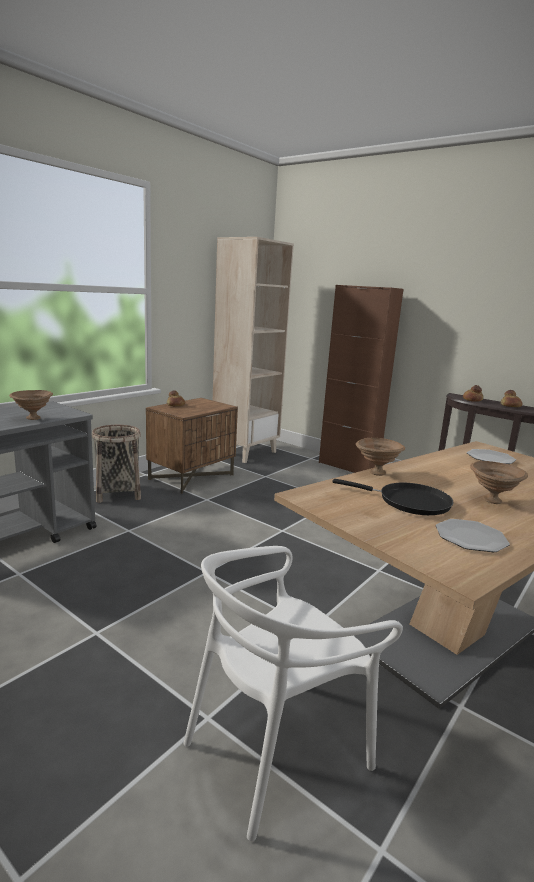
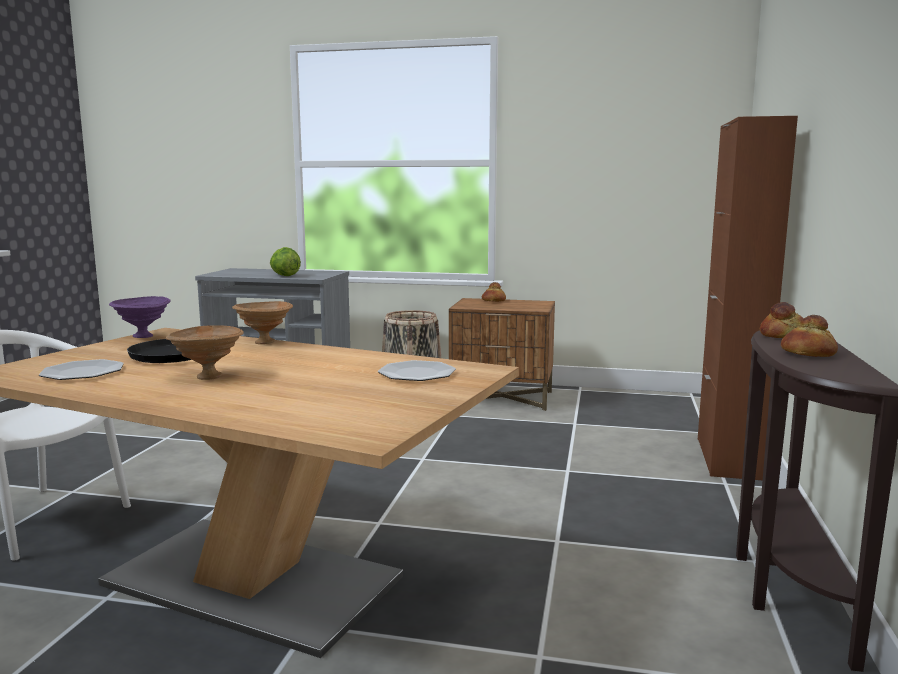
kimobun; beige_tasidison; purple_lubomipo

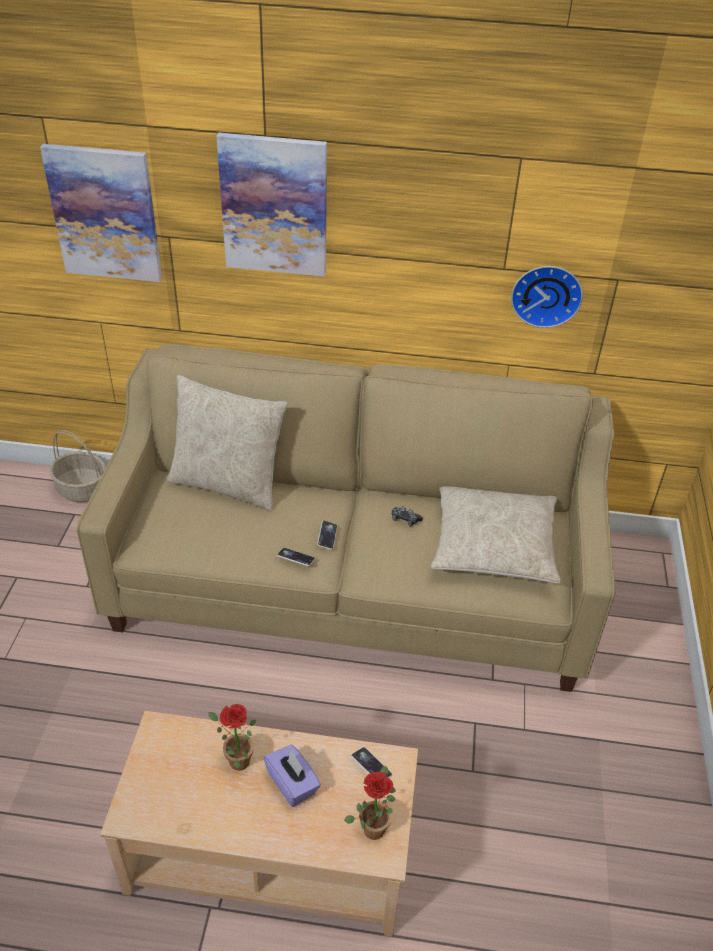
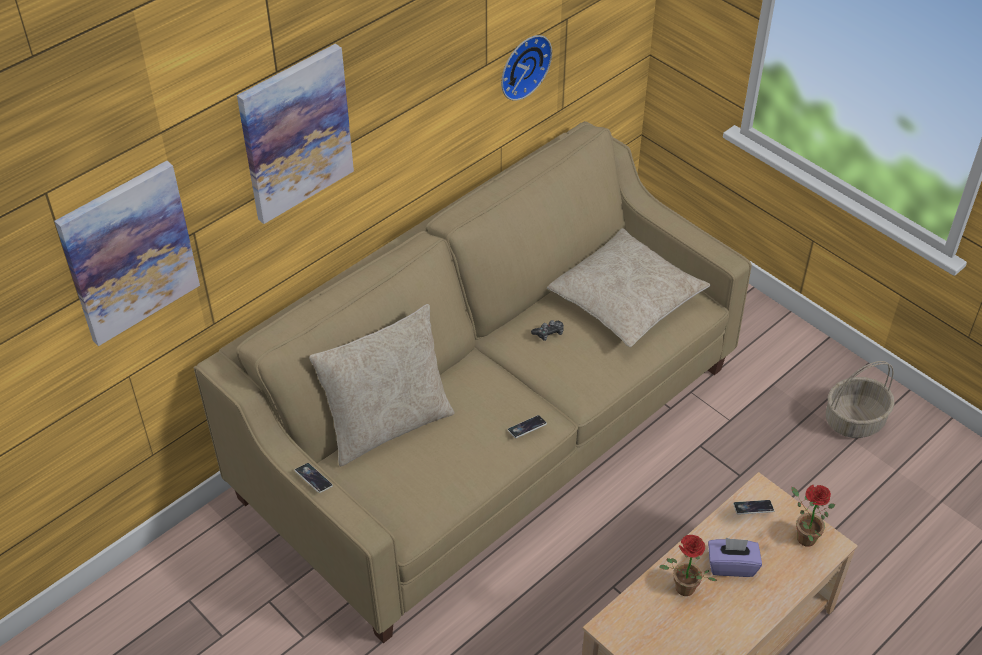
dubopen; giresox (no. 1 from left)

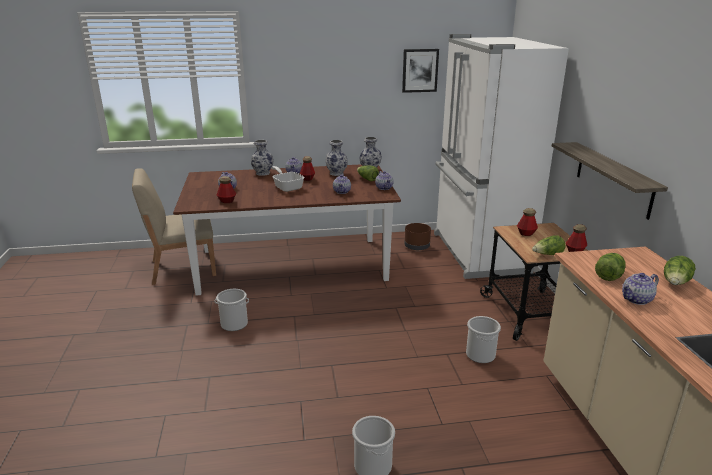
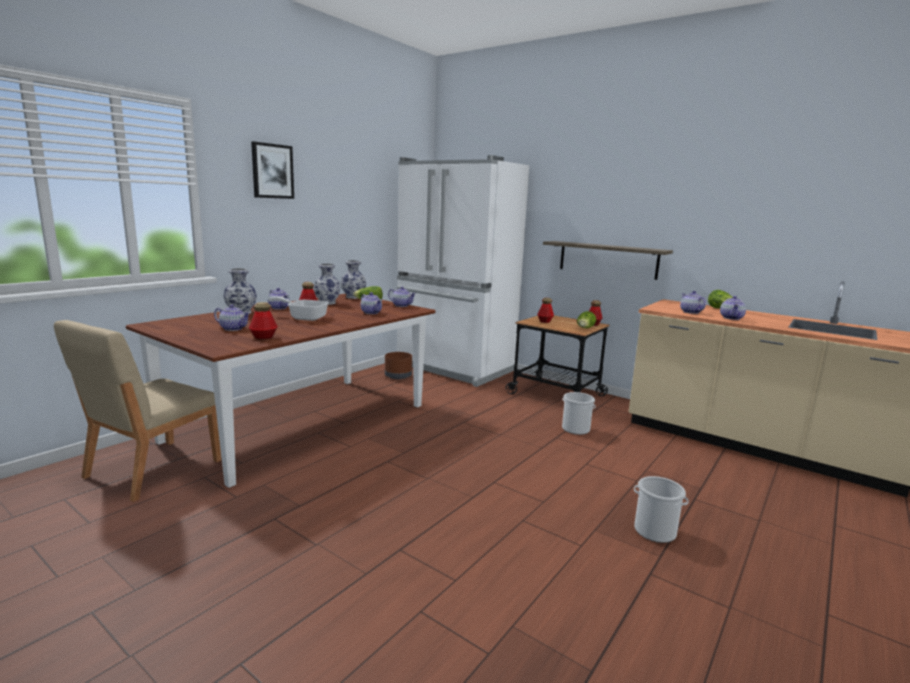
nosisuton (no. 1 from left in the first image); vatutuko; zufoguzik (no. 5 from left)

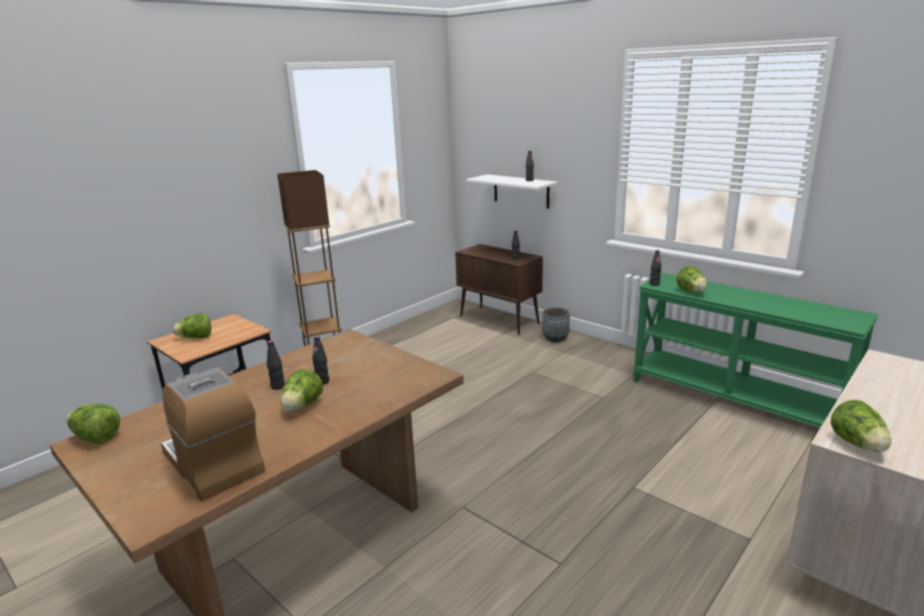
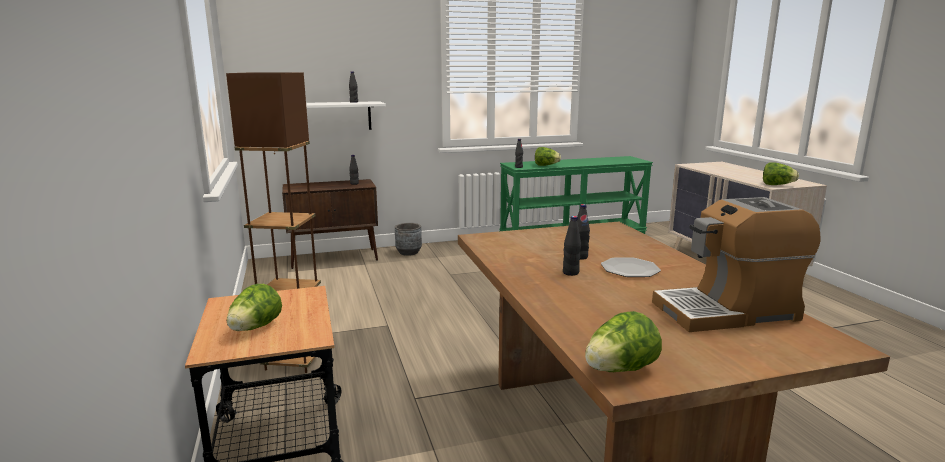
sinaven

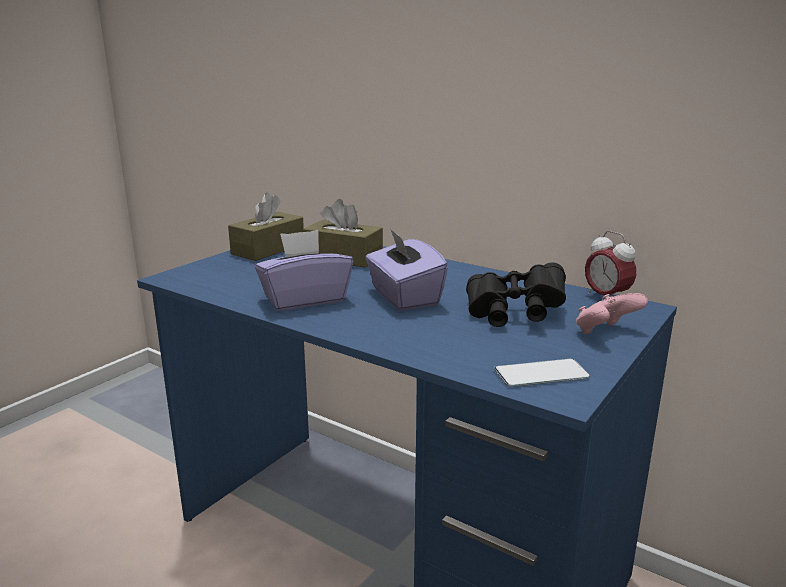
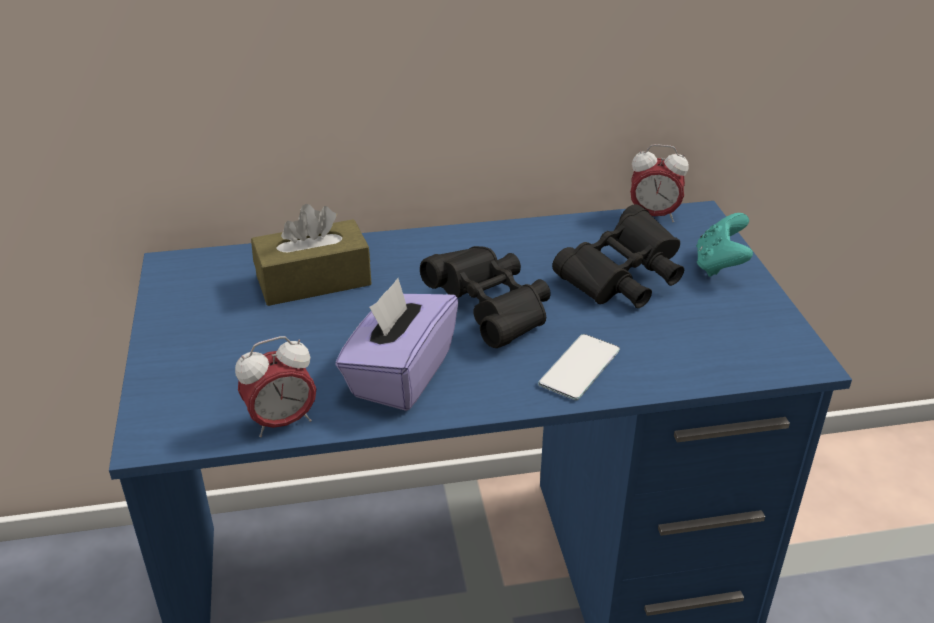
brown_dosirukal (no. 1 from left in the first image); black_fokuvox (no. 1 from left); giresox; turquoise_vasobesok; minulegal (no. 1 from left)

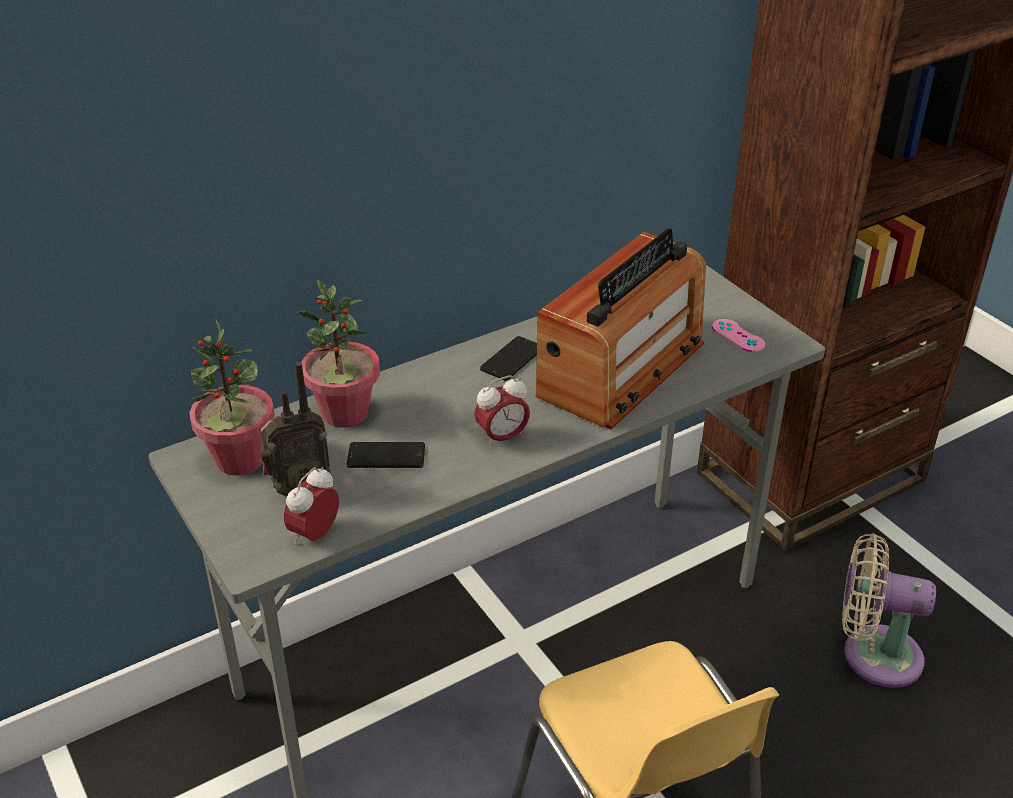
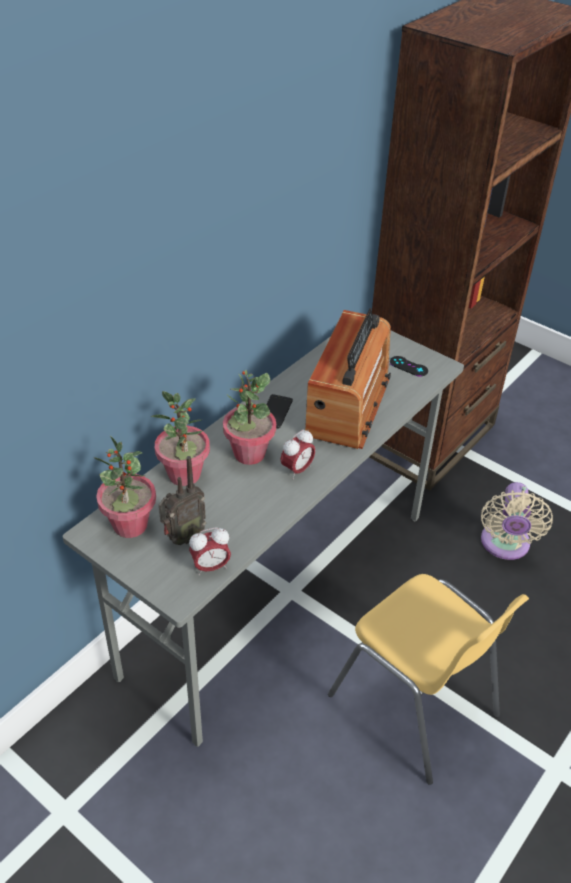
minulegal (no. 1 from left); giresox (no. 1 from left in the first image); black_vasobesok; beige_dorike; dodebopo (no. 3 from left)

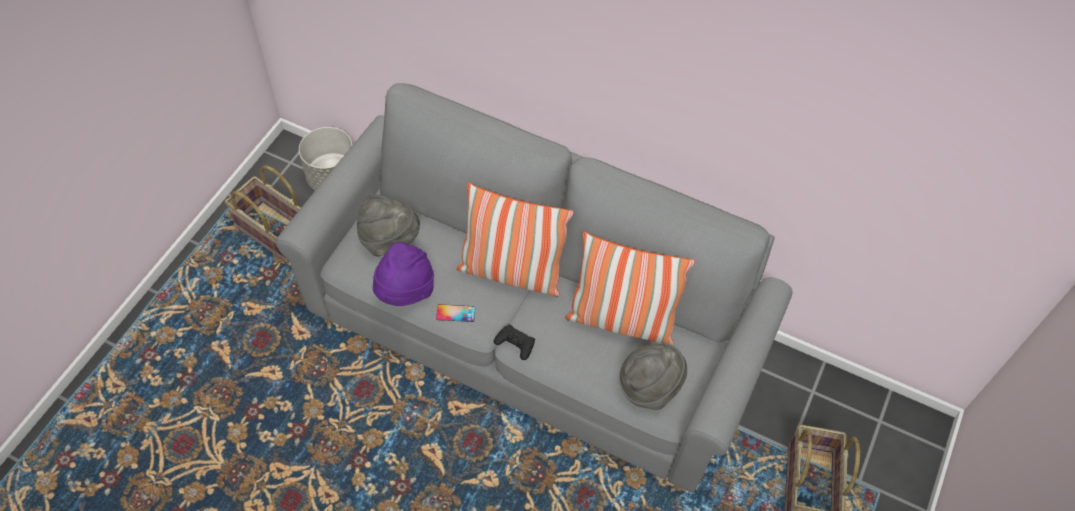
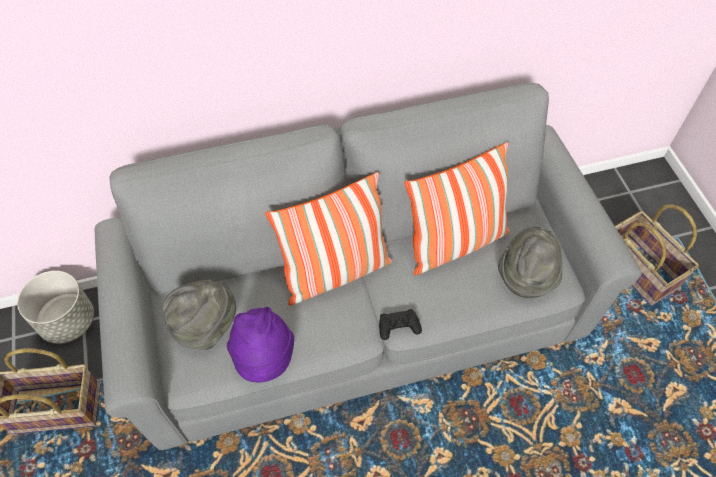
giresox

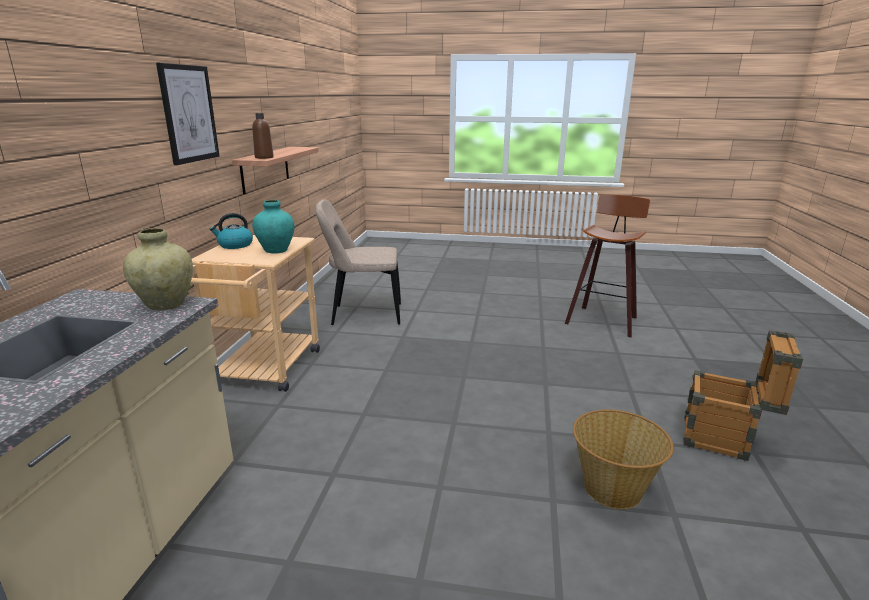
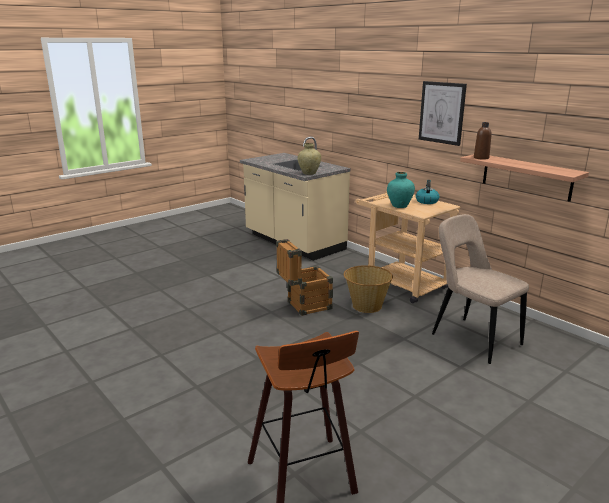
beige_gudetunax; dubopen; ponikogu

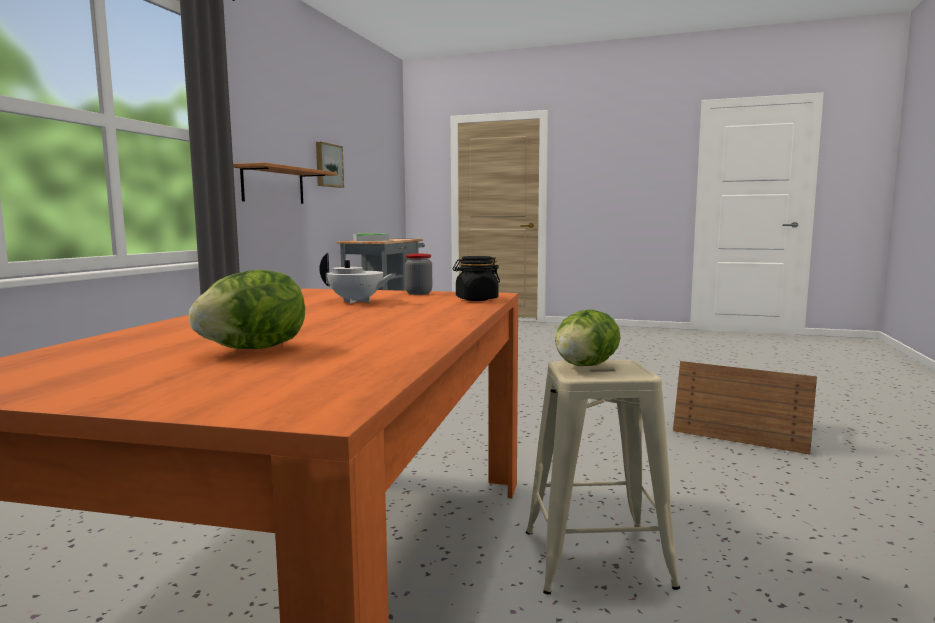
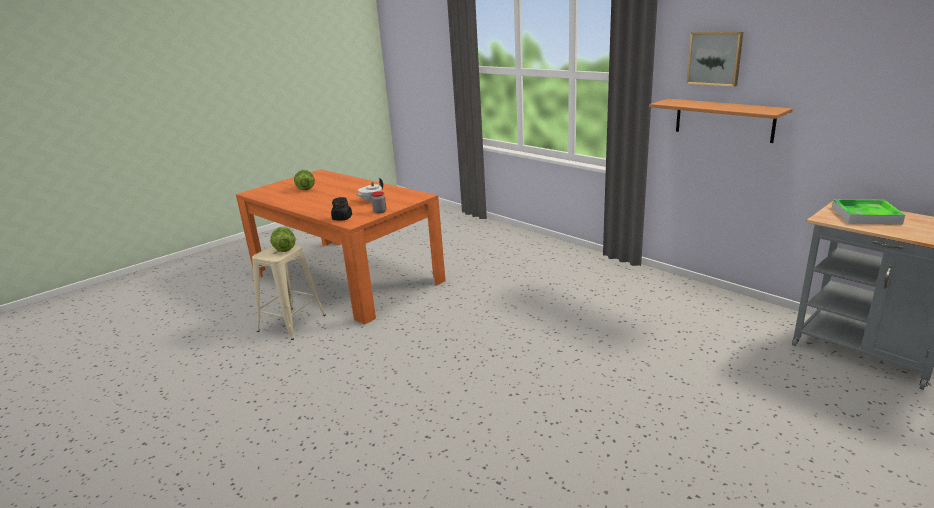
vatutuko; ponikogu

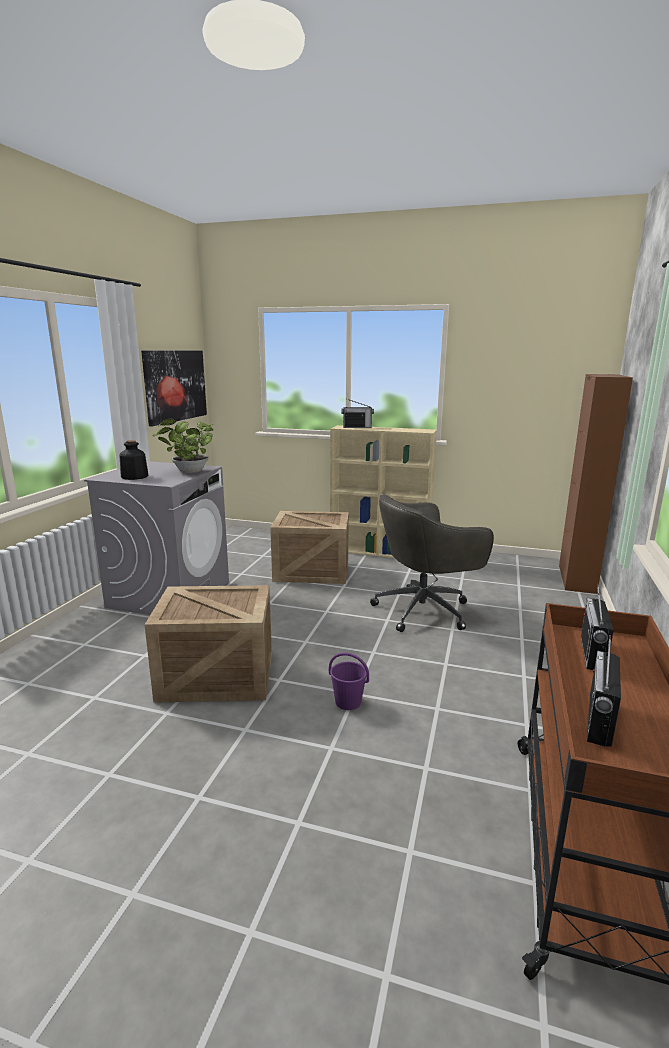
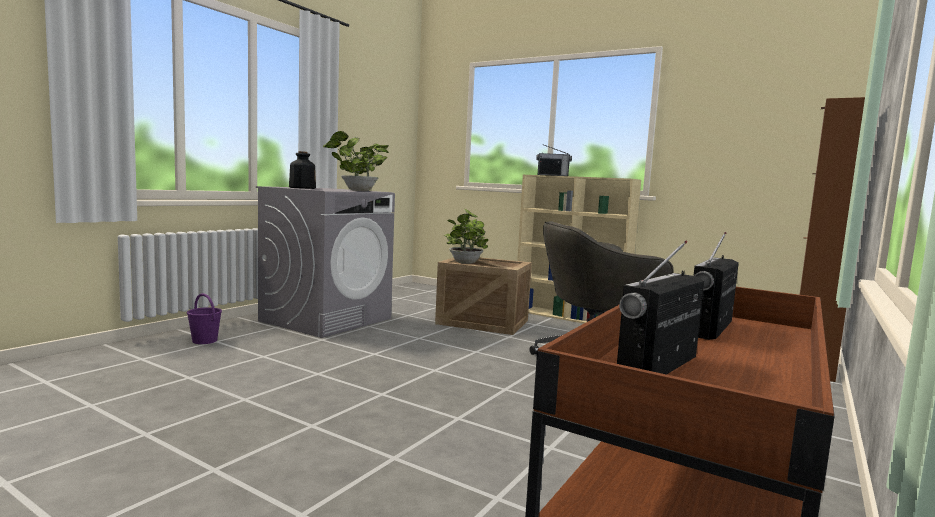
vatutuko; ponikogu (no. 1 from left in the first image); purple_nosisuton; dodebopo (no. 2 from left)

